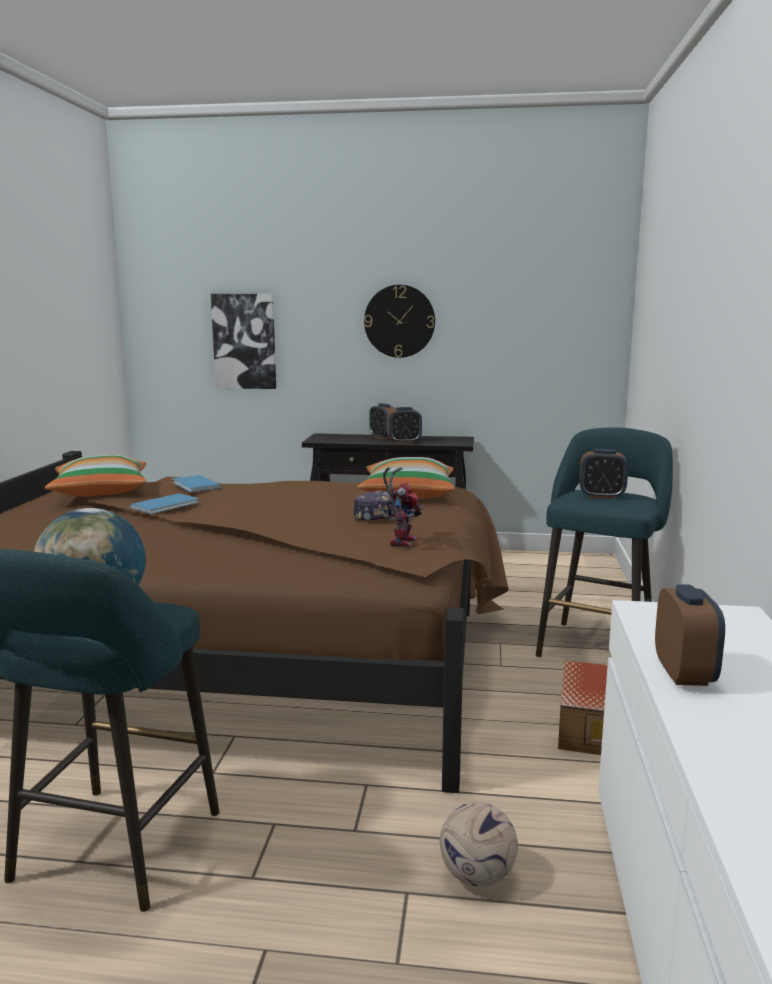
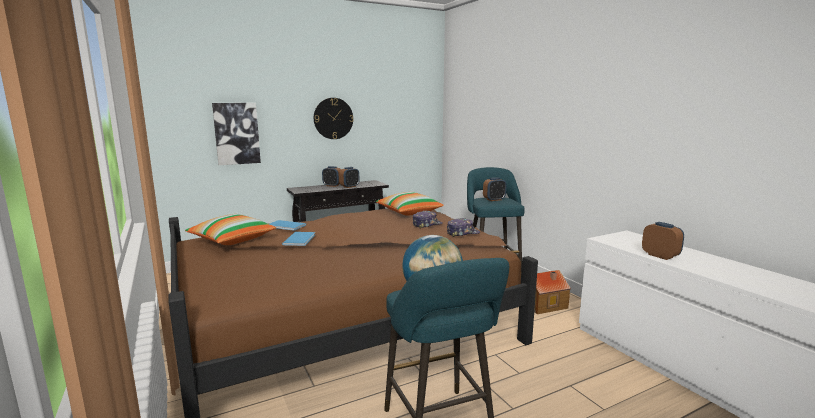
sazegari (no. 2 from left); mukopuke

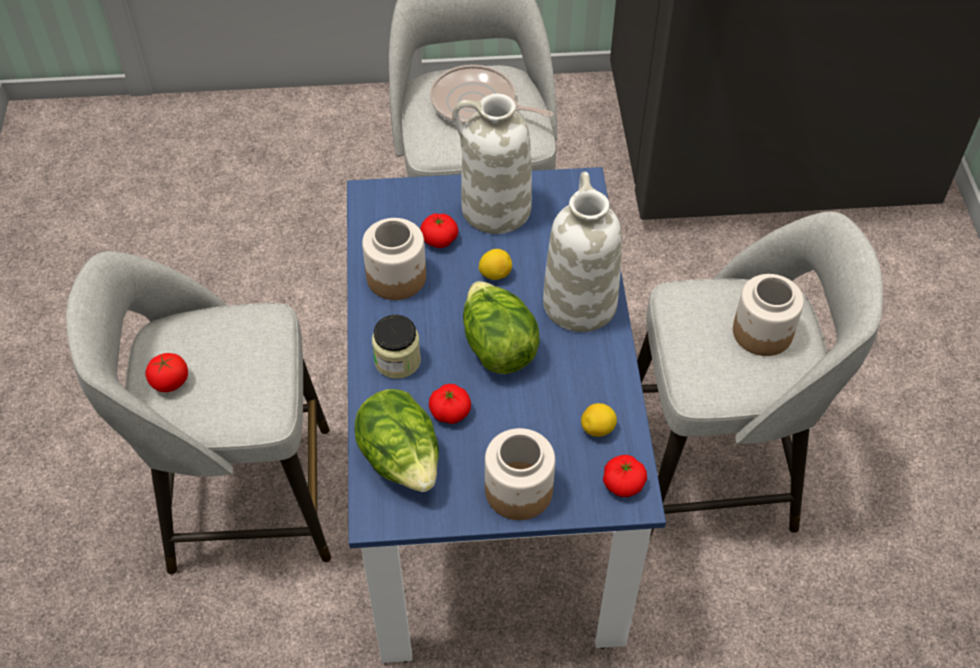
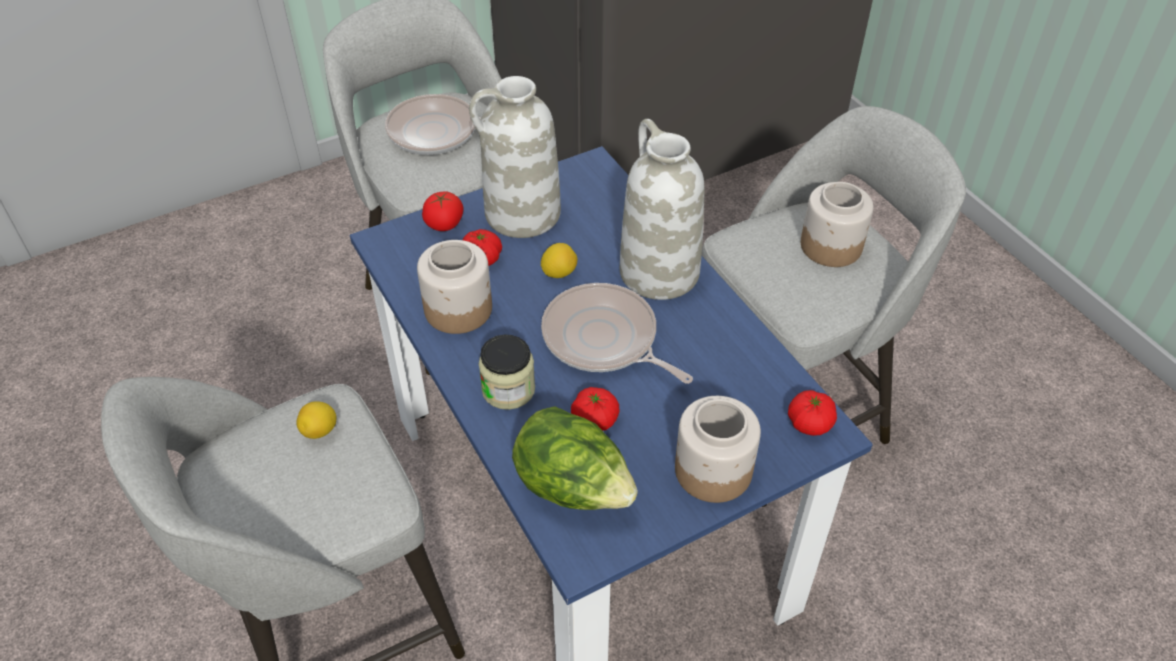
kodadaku (no. 1 from left); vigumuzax (no. 2 from left); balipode (no. 1 from left)

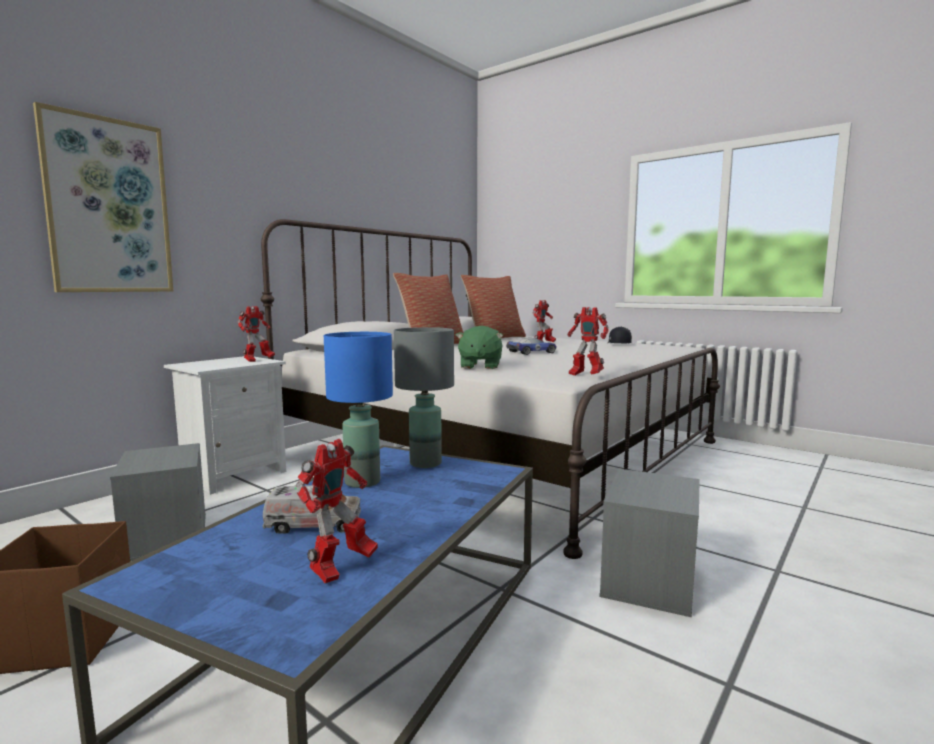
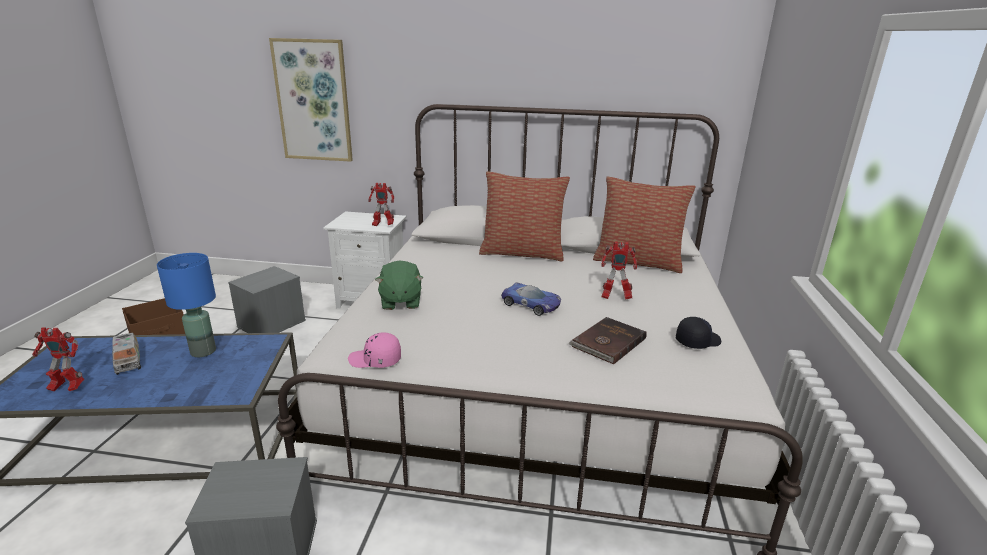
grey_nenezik; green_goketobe; pink_sazegari; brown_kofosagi

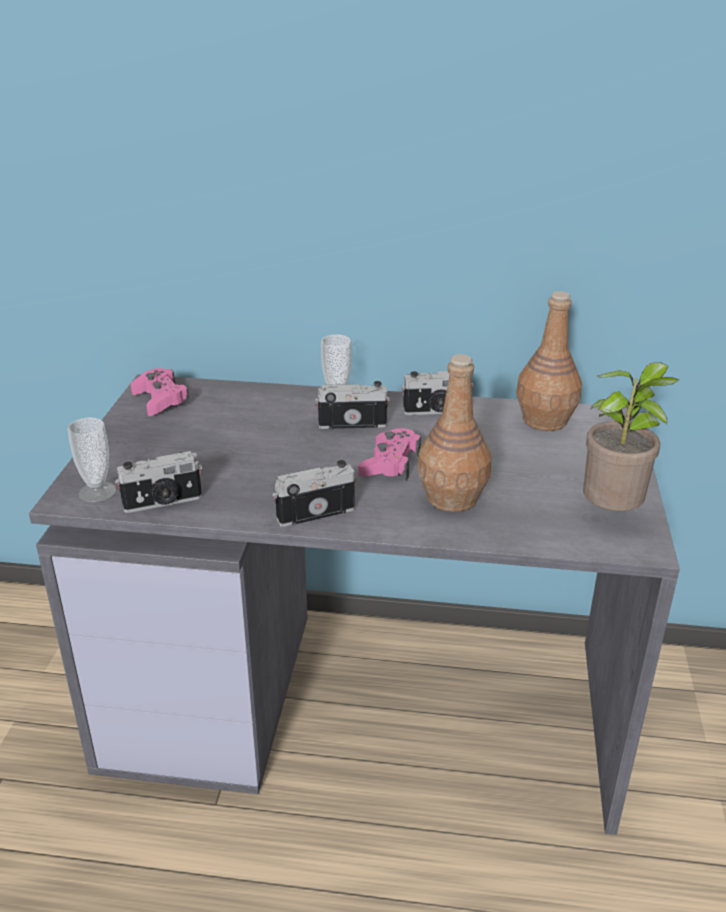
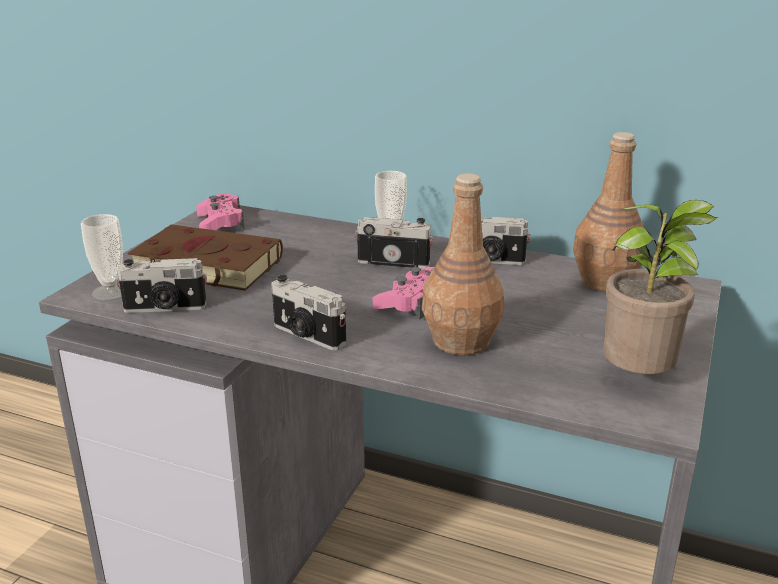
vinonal (no. 2 from left); brown_kofosagi

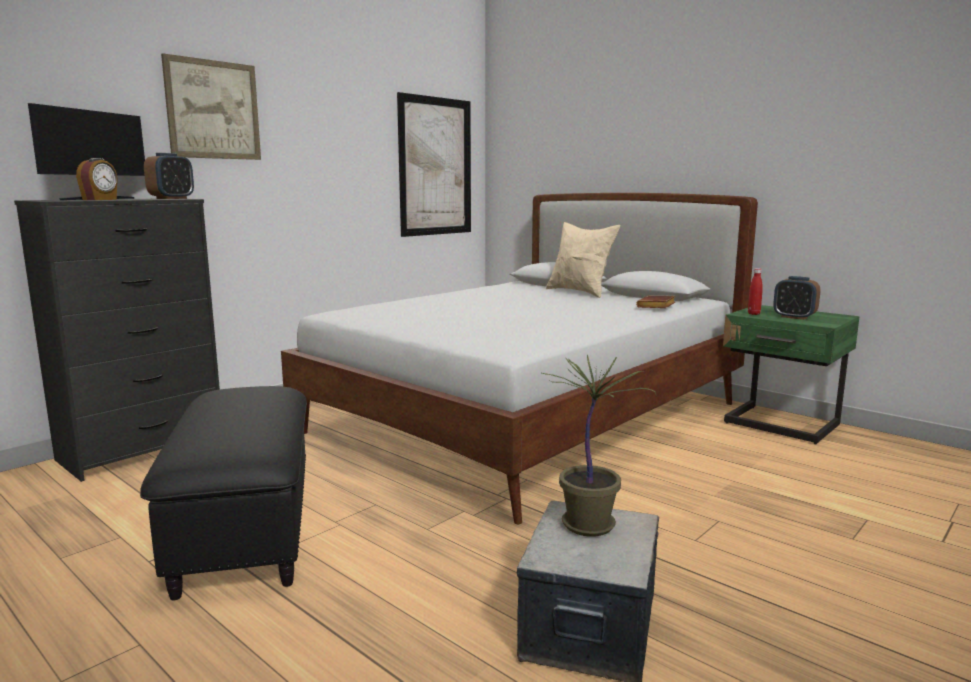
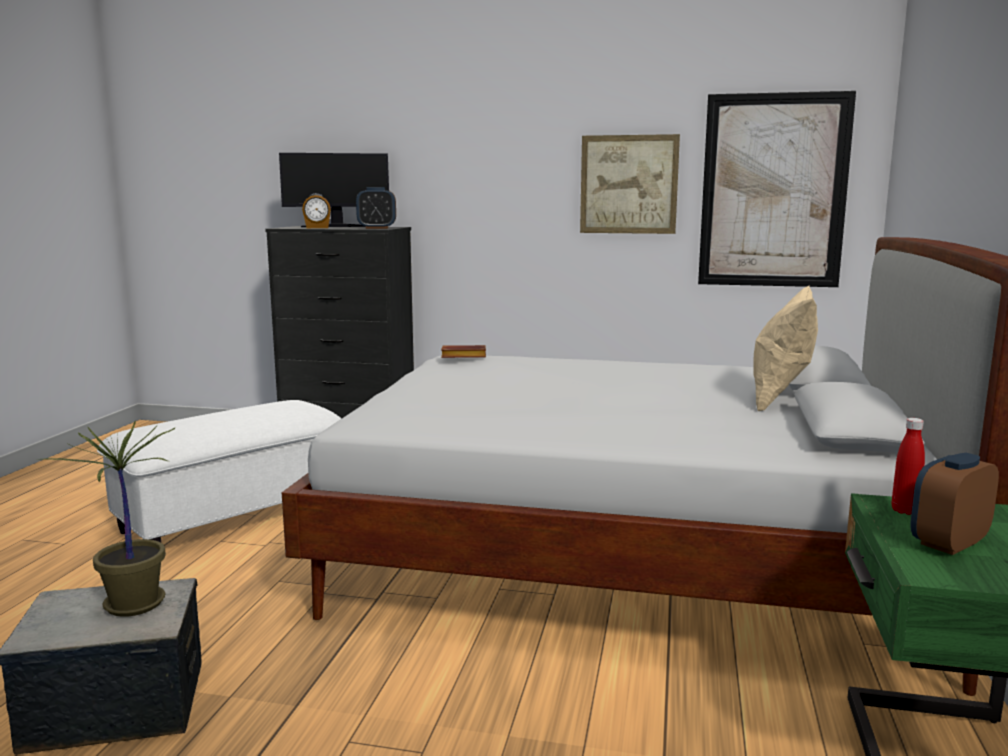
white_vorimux; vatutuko (no. 1 from left); brown_kofosagi; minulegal (no. 3 from left)

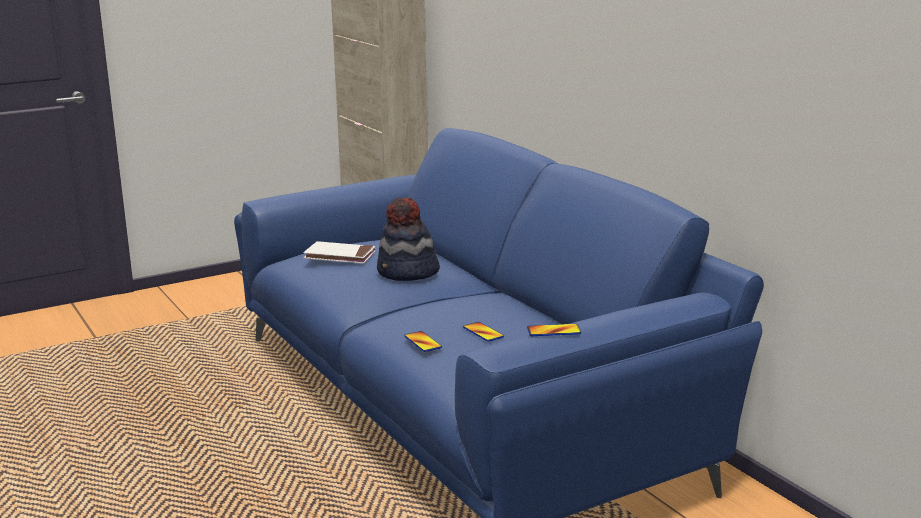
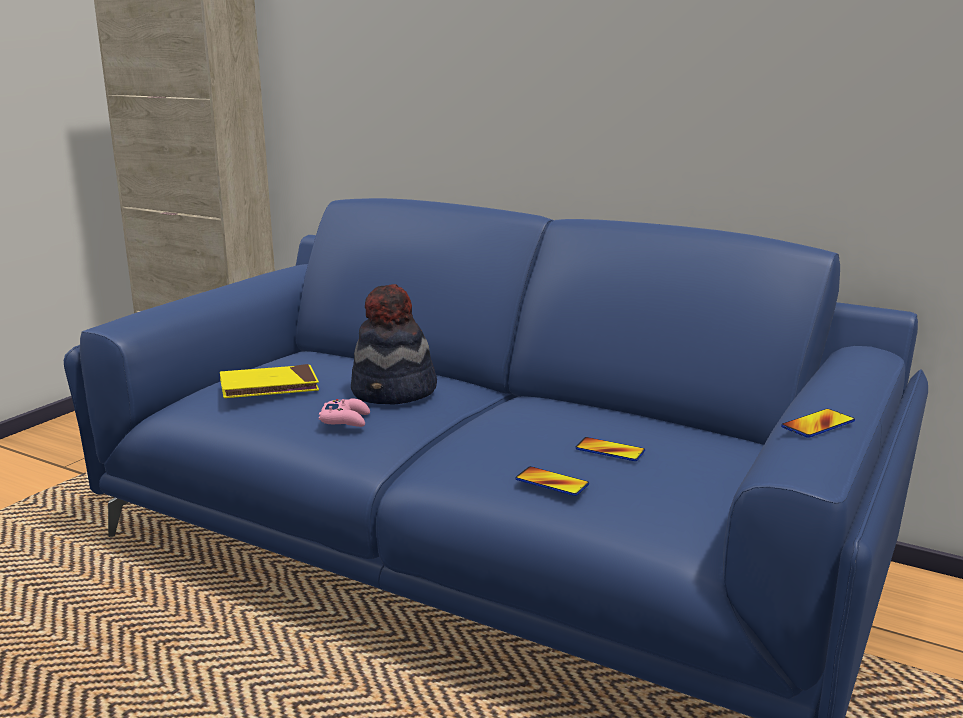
yellow_kofosagi; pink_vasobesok

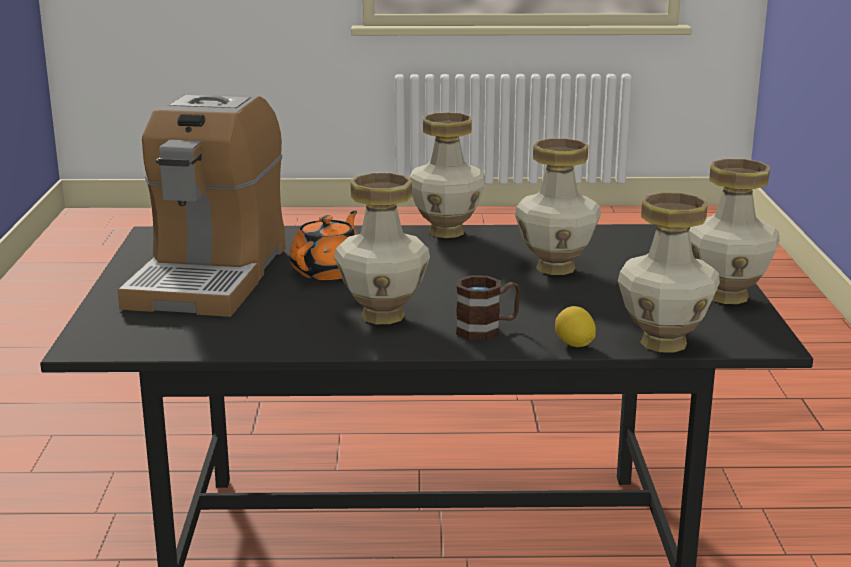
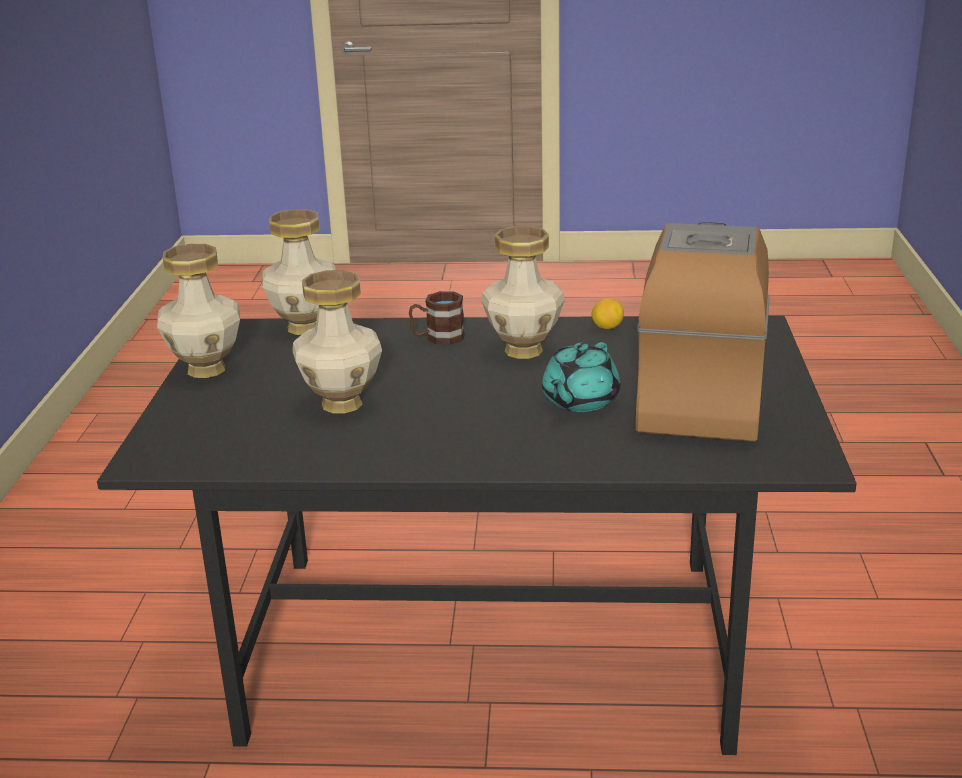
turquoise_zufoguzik; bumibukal (no. 2 from left in the first image); balipode

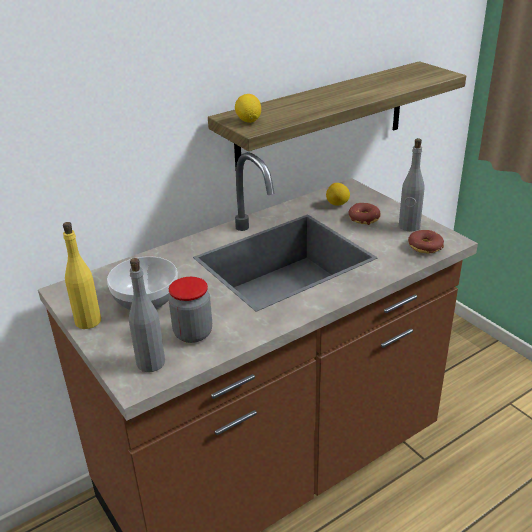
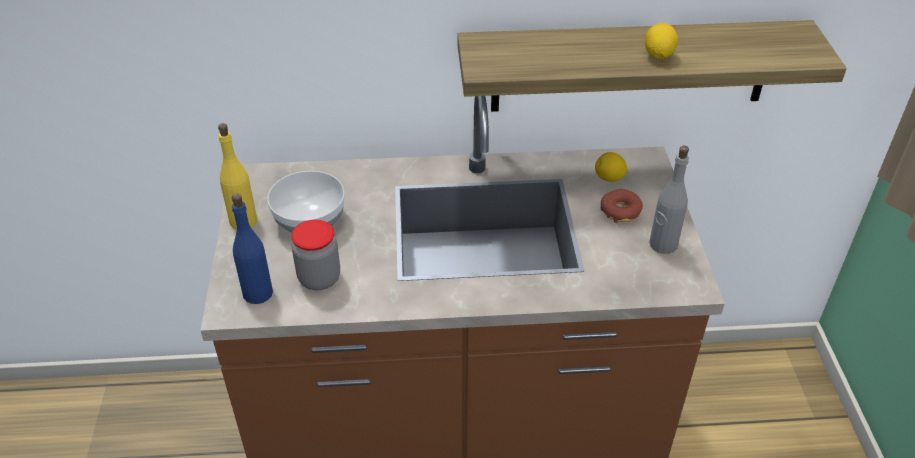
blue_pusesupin; balipode (no. 2 from left); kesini (no. 2 from left in the first image)

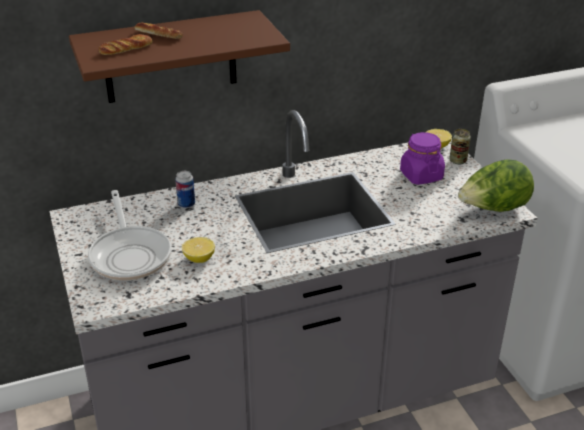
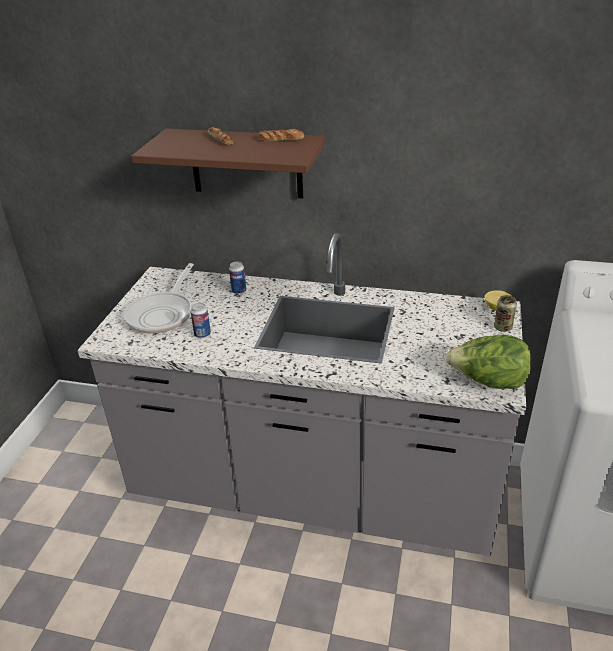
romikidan (no. 2 from left); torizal (no. 1 from left); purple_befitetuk

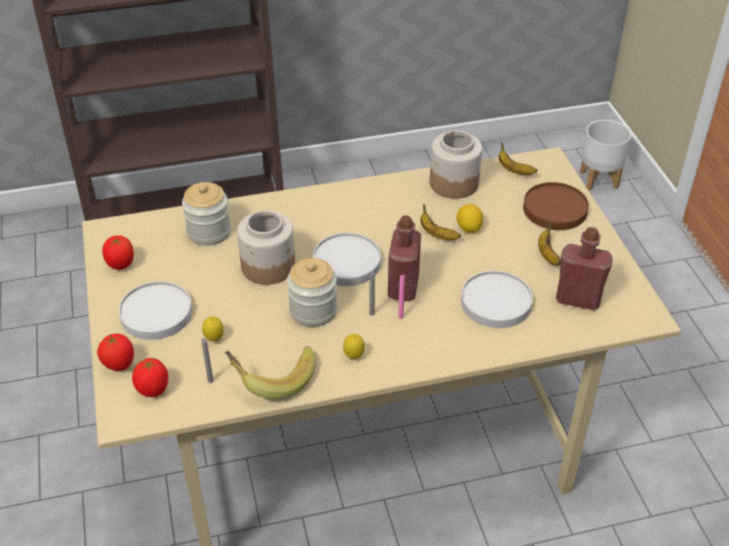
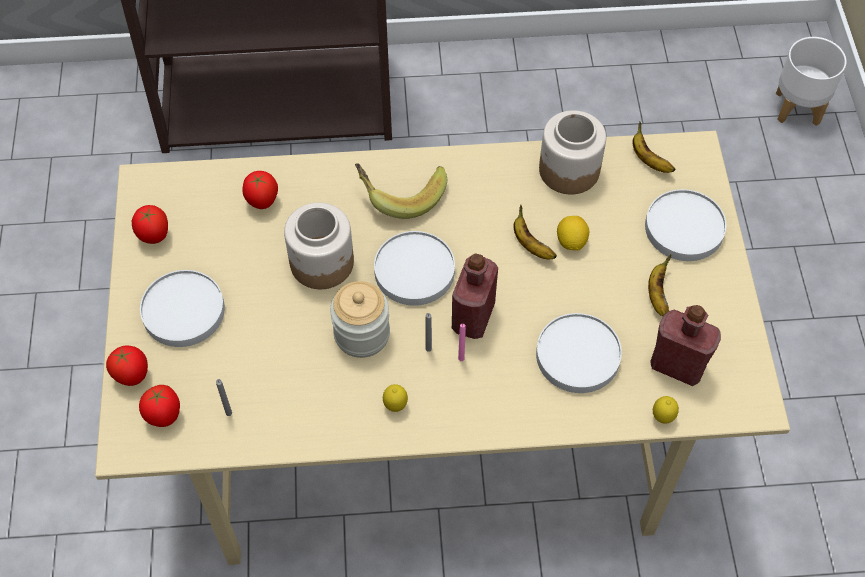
kodadaku (no. 4 from left); balipode (no. 3 from left); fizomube (no. 1 from left); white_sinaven (no. 4 from left)

